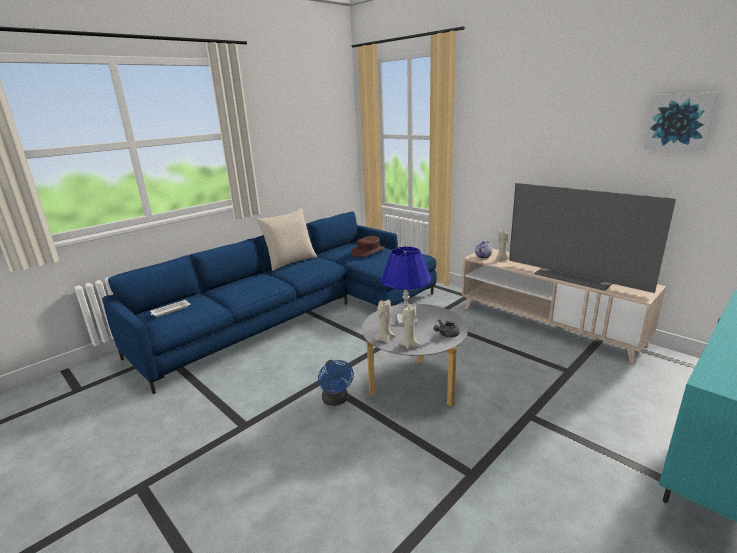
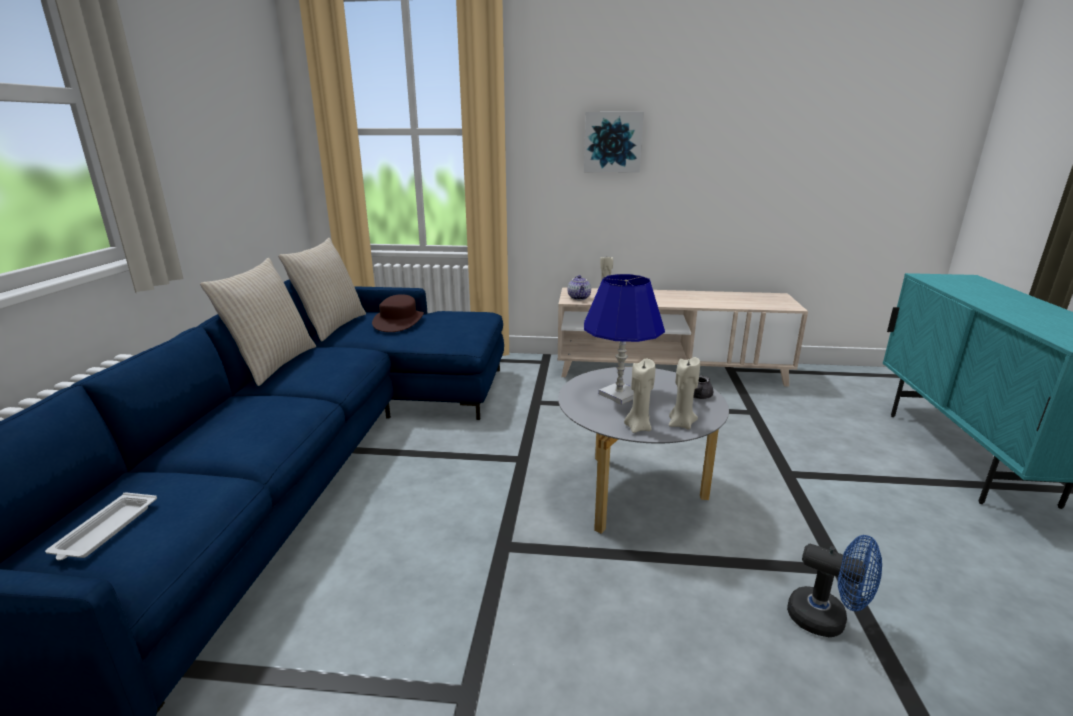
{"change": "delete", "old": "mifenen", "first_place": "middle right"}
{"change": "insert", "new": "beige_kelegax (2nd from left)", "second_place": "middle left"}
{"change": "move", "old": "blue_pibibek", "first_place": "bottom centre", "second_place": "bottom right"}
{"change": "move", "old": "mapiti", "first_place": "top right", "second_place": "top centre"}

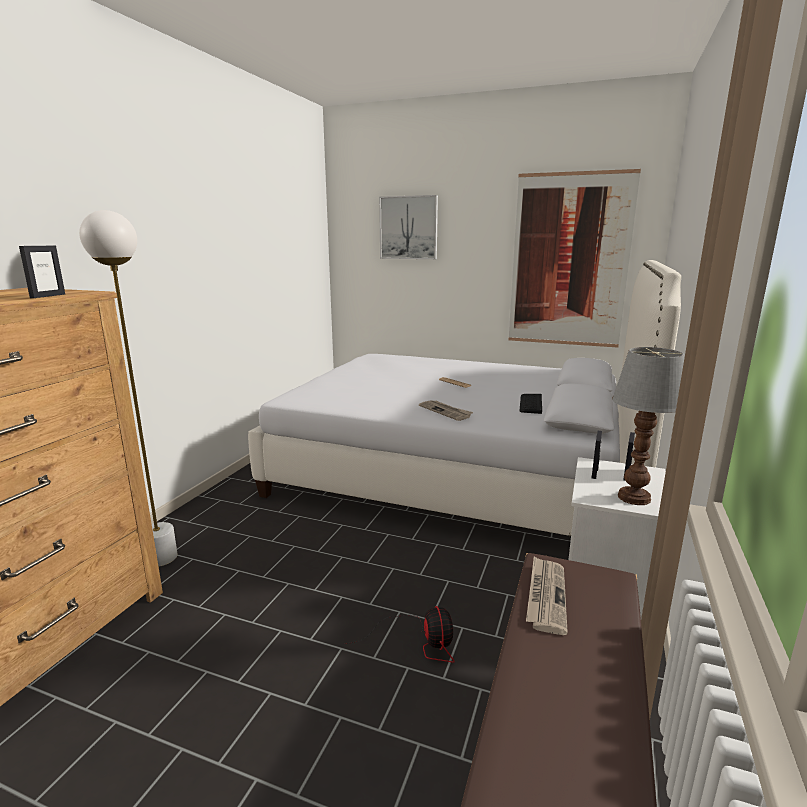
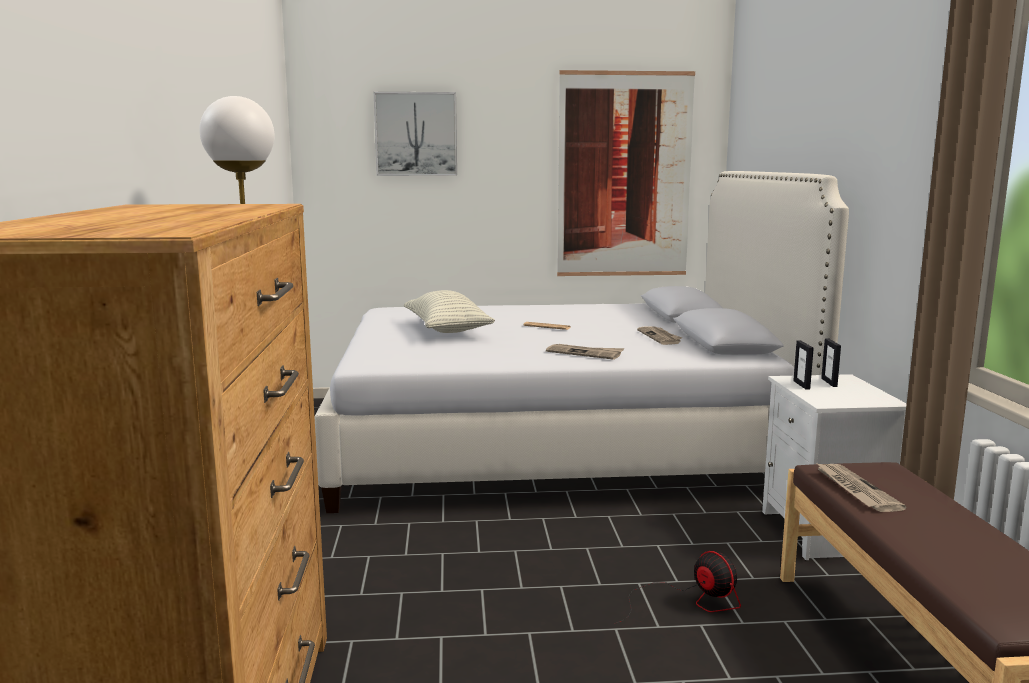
{"change": "delete", "old": "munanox (1st from left)", "first_place": "middle left"}
{"change": "delete", "old": "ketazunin", "first_place": "middle right"}
{"change": "insert", "new": "kelegax", "second_place": "centre"}
{"change": "replace", "old": "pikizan", "new": "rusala (3rd from left)", "first_place": "centre", "second_place": "centre"}

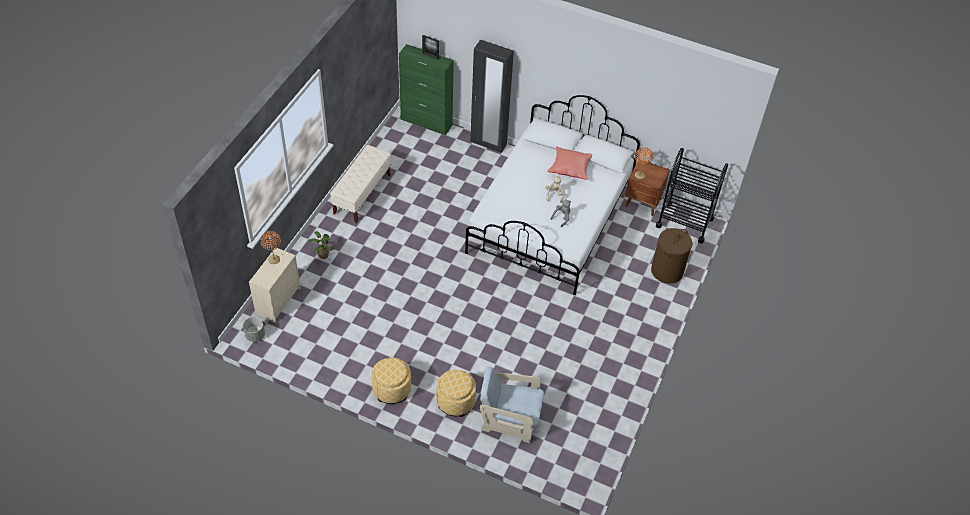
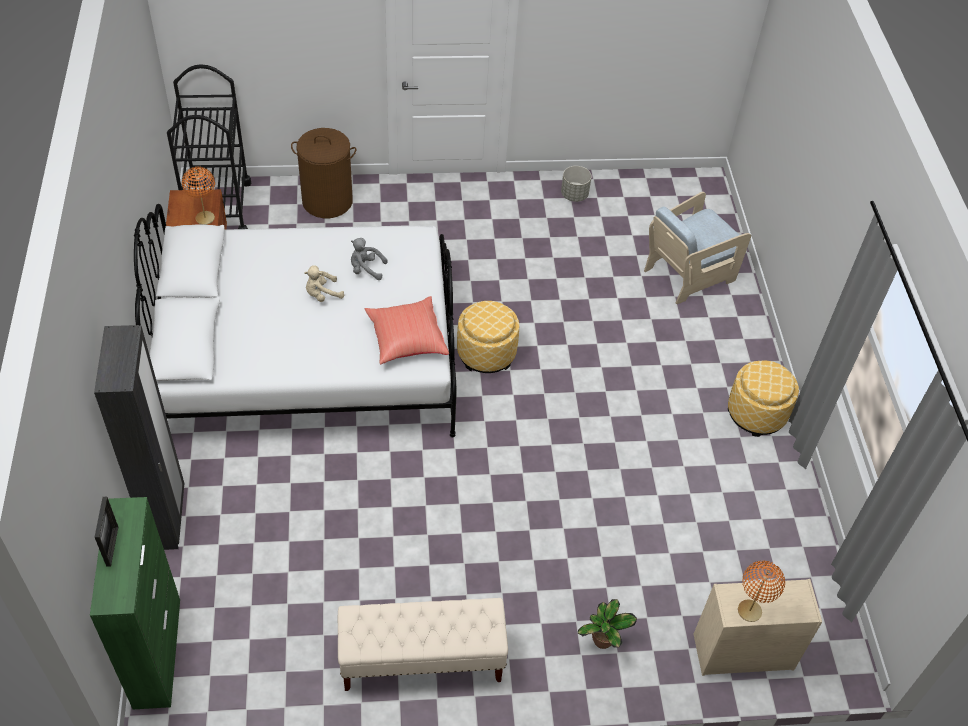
{"change": "move", "old": "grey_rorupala", "first_place": "middle left", "second_place": "top centre"}
{"change": "move", "old": "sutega (2nd from left in the first image)", "new": "sutega (1st from left)", "first_place": "bottom centre", "second_place": "centre"}
{"change": "move", "old": "red_kelegax", "first_place": "top centre", "second_place": "centre"}
{"change": "rotate", "old": "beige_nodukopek", "first_place": "bottom centre", "second_place": "middle right", "degrees": 75}

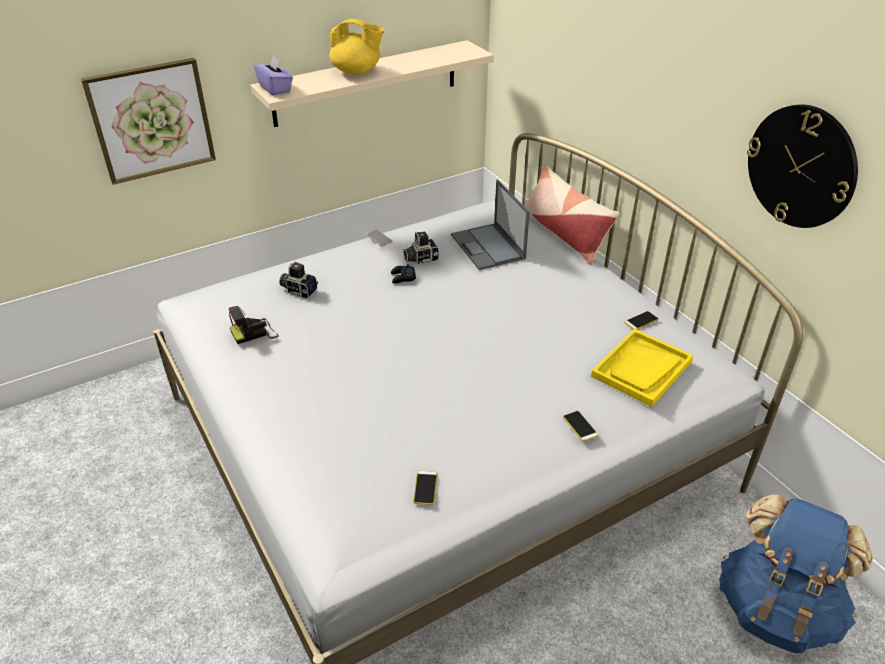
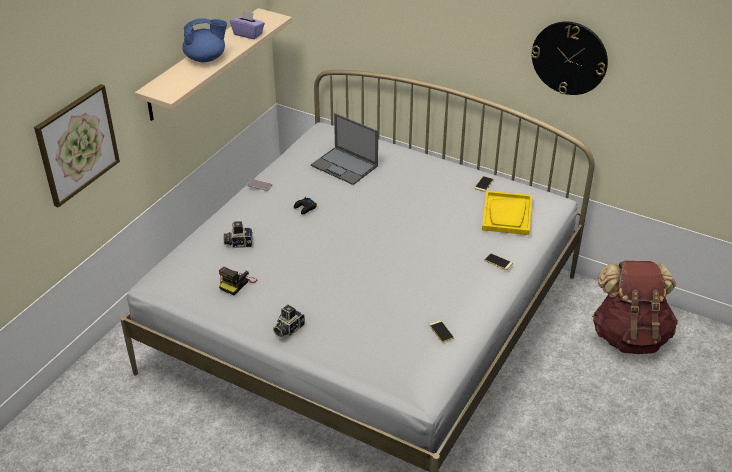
{"change": "delete", "old": "kelegax", "first_place": "top centre"}
{"change": "move", "old": "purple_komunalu", "first_place": "top left", "second_place": "top centre"}
{"change": "move", "old": "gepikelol (3rd from left)", "first_place": "centre", "second_place": "bottom centre"}
{"change": "recolor", "old": "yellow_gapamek", "new": "blue_gapamek", "first_place": "top centre", "second_place": "top left"}
{"change": "recolor", "old": "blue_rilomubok", "new": "brown_rilomubok", "first_place": "bottom right", "second_place": "middle right"}

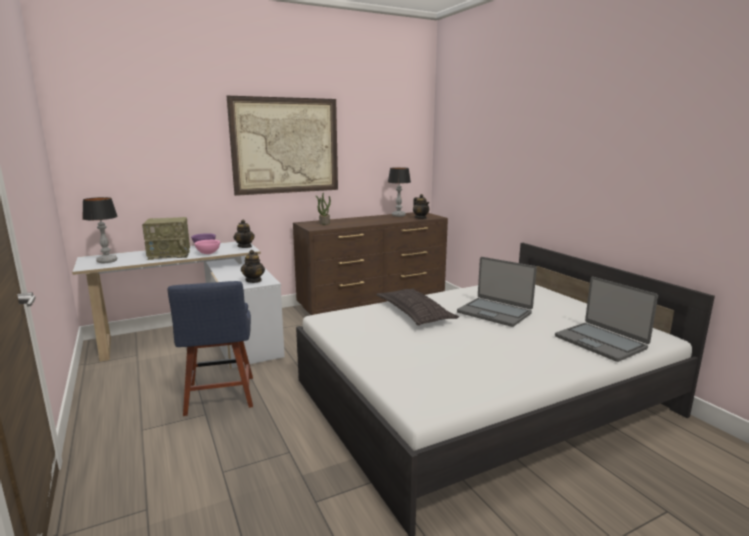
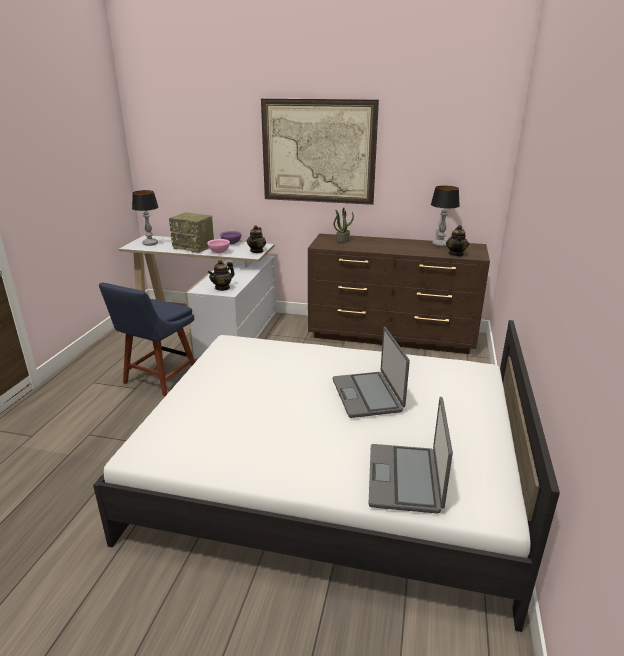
{"change": "delete", "old": "kelegax", "first_place": "centre"}

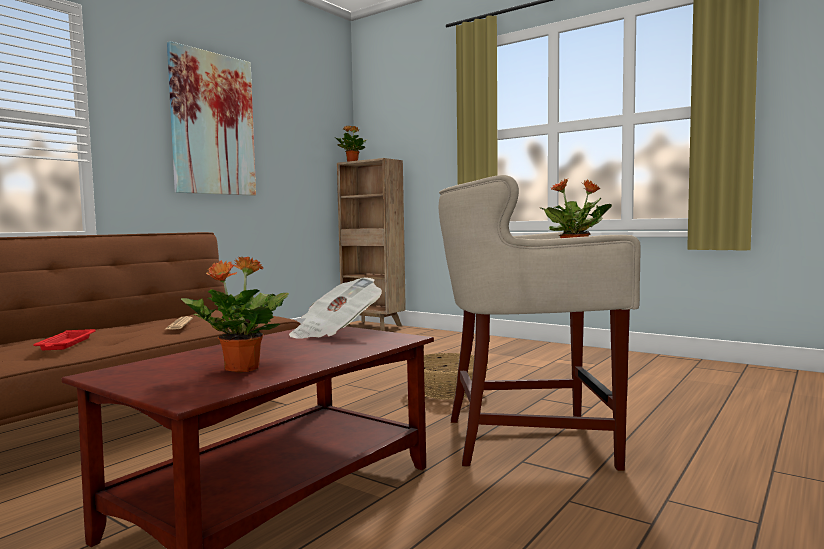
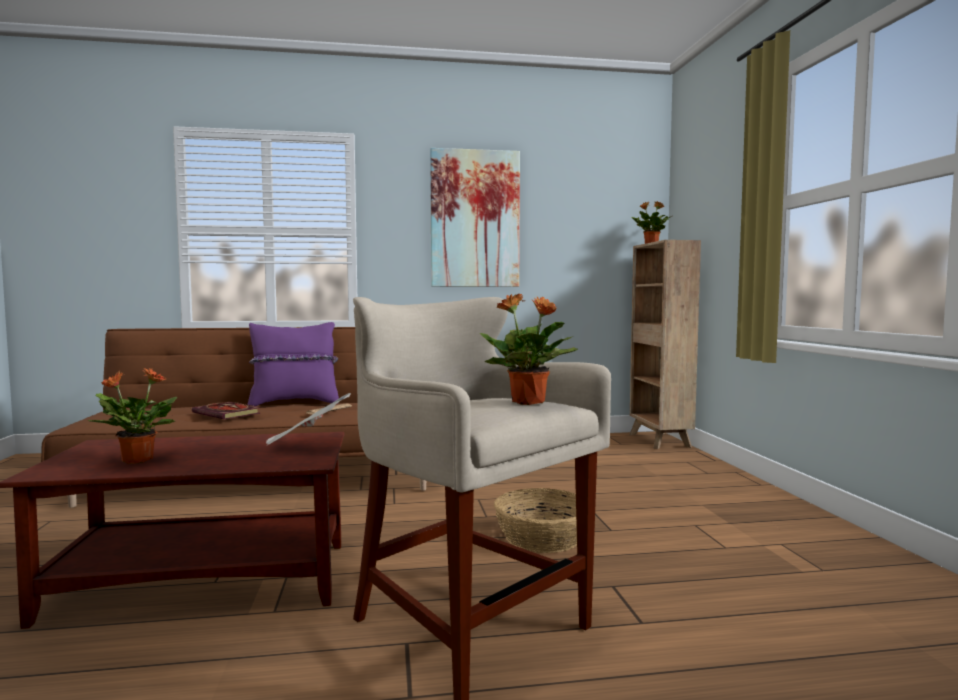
{"change": "insert", "new": "purple_kelegax", "second_place": "middle left"}
{"change": "replace", "old": "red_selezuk", "new": "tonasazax", "first_place": "middle left", "second_place": "middle left"}

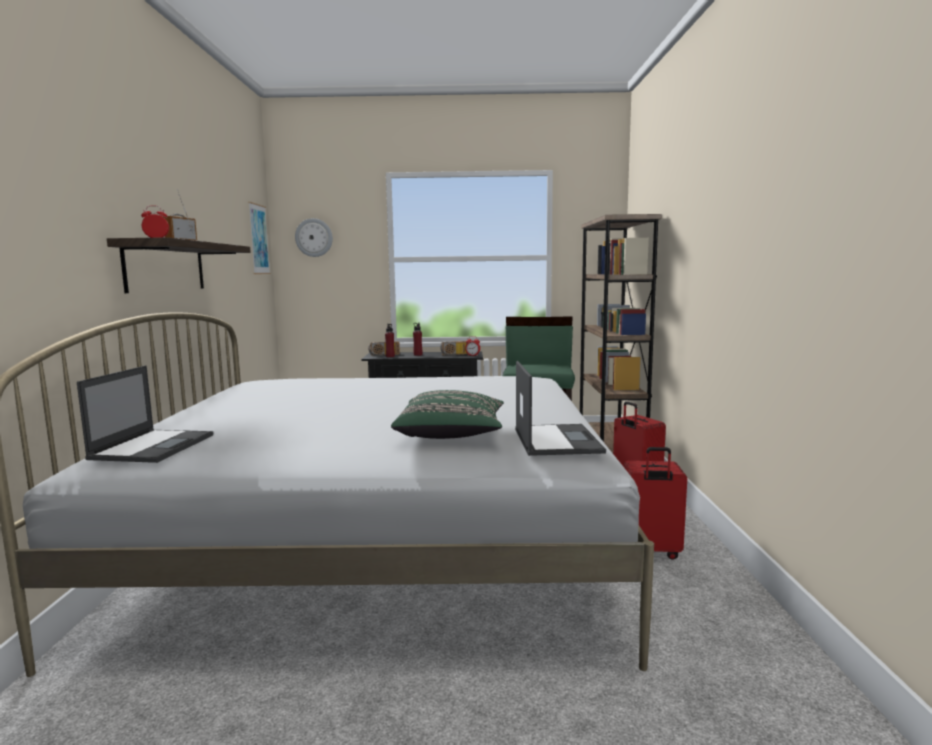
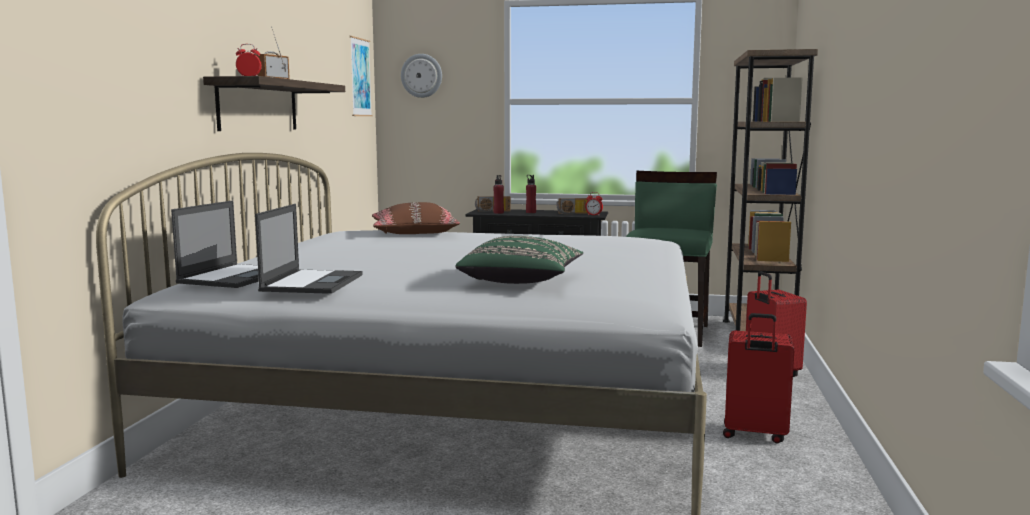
{"change": "insert", "new": "brown_kelegax", "second_place": "centre"}
{"change": "move", "old": "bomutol (2nd from left)", "first_place": "centre", "second_place": "middle left"}

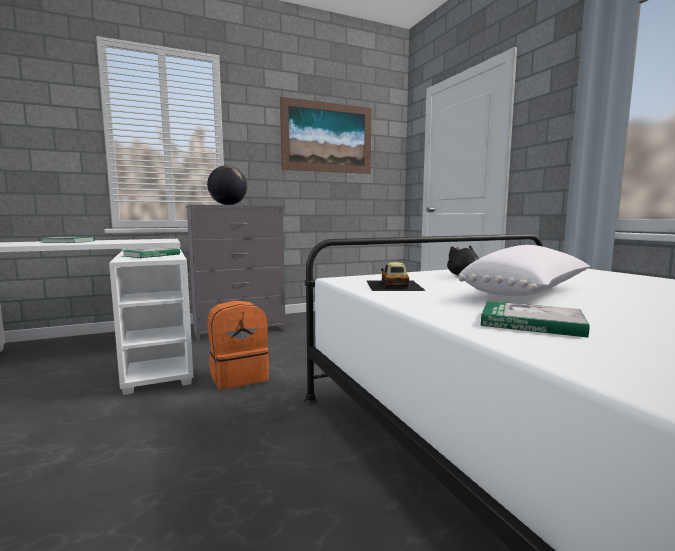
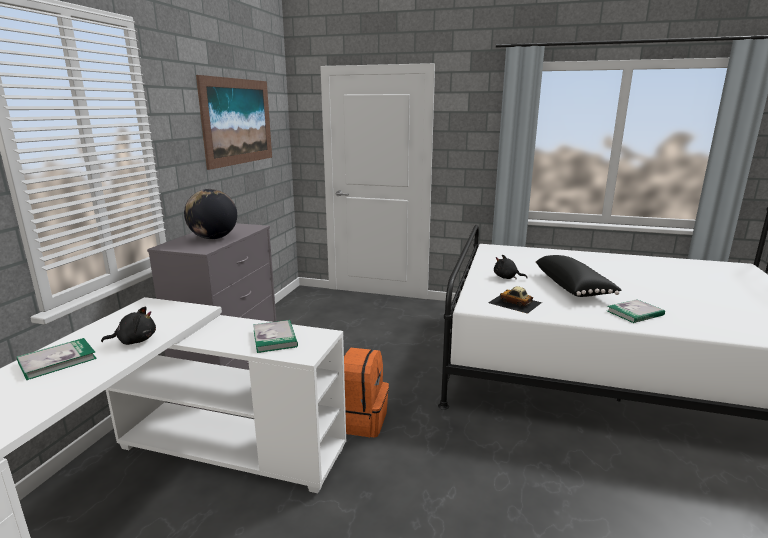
{"change": "insert", "new": "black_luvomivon (1st from left)", "second_place": "middle left"}
{"change": "recolor", "old": "white_kelegax", "new": "black_kelegax", "first_place": "middle right", "second_place": "middle right"}

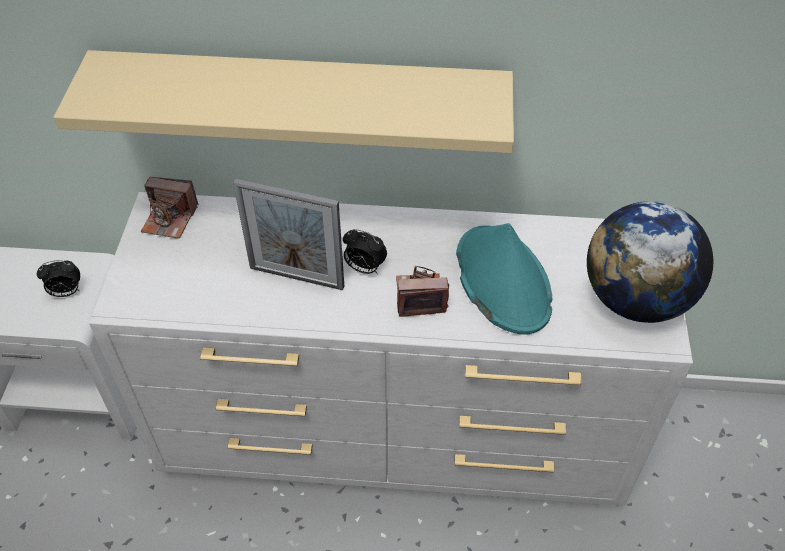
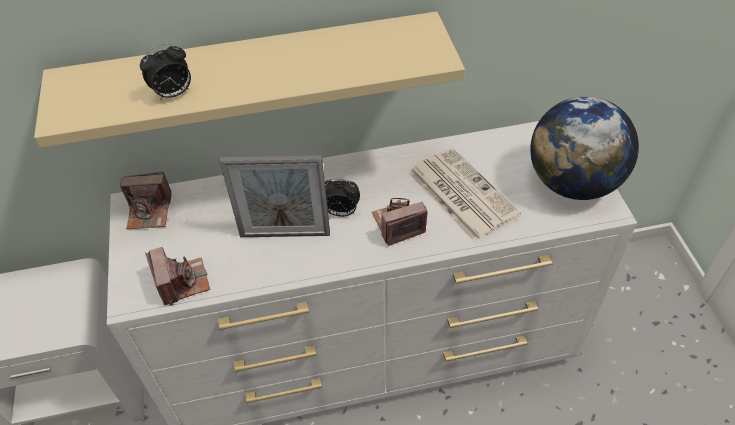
{"change": "insert", "new": "gepikelol (2nd from left)", "second_place": "middle left"}
{"change": "move", "old": "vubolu (1st from left)", "first_place": "middle left", "second_place": "top left"}
{"change": "replace", "old": "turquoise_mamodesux", "new": "rusala", "first_place": "centre", "second_place": "centre"}

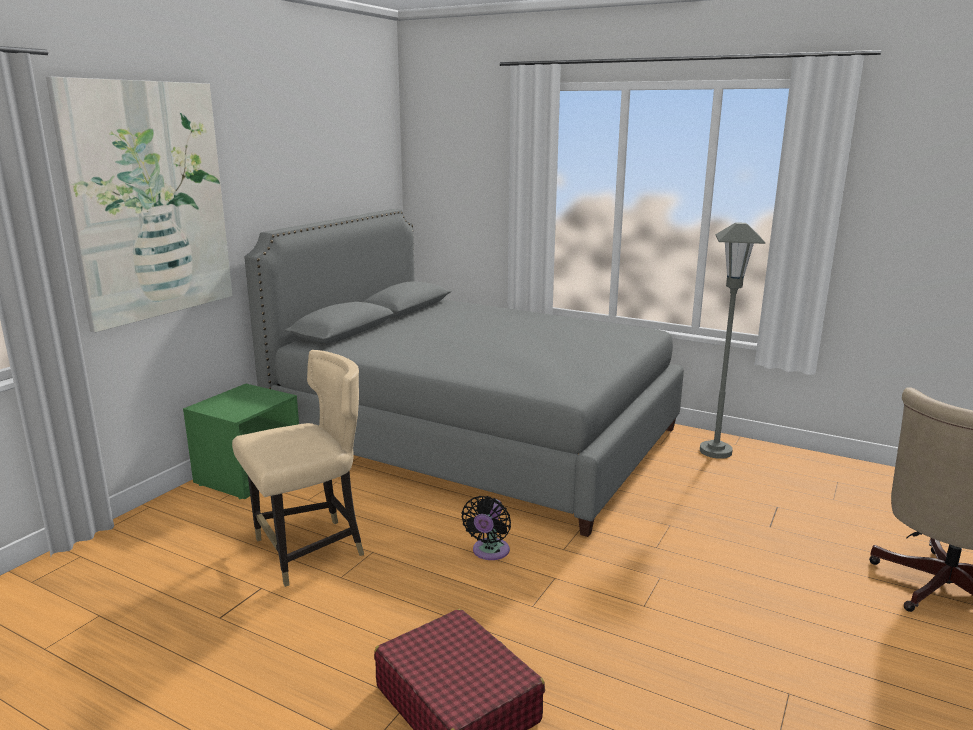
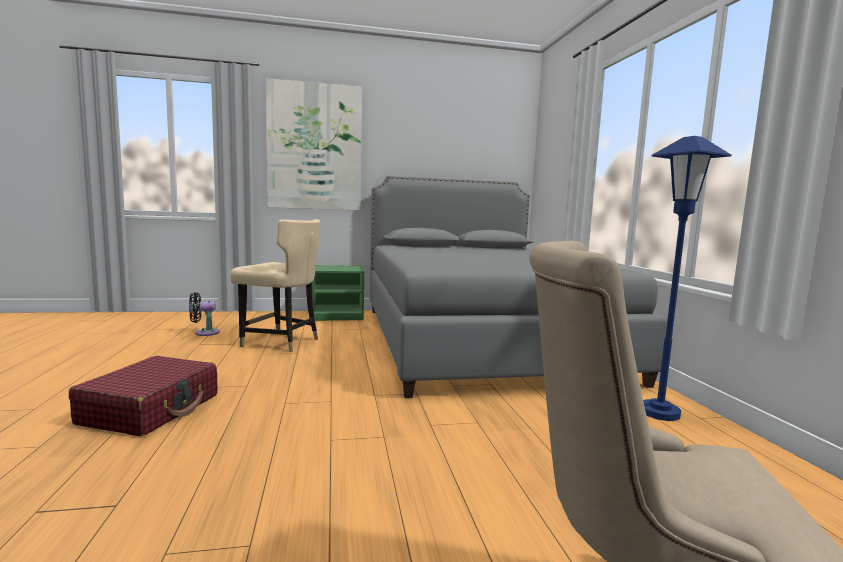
{"change": "move", "old": "black_pibibek", "first_place": "bottom centre", "second_place": "middle left"}
{"change": "recolor", "old": "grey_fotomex", "new": "blue_fotomex", "first_place": "middle right", "second_place": "middle right"}

